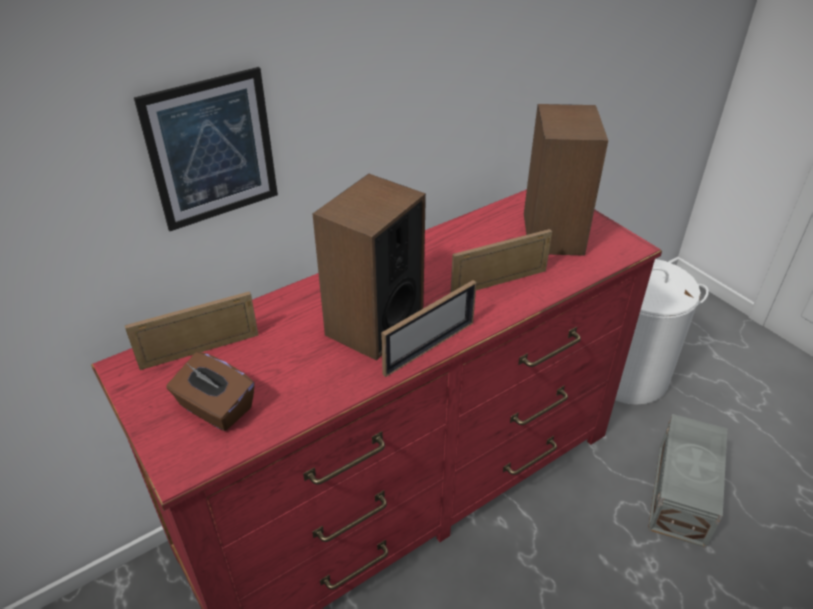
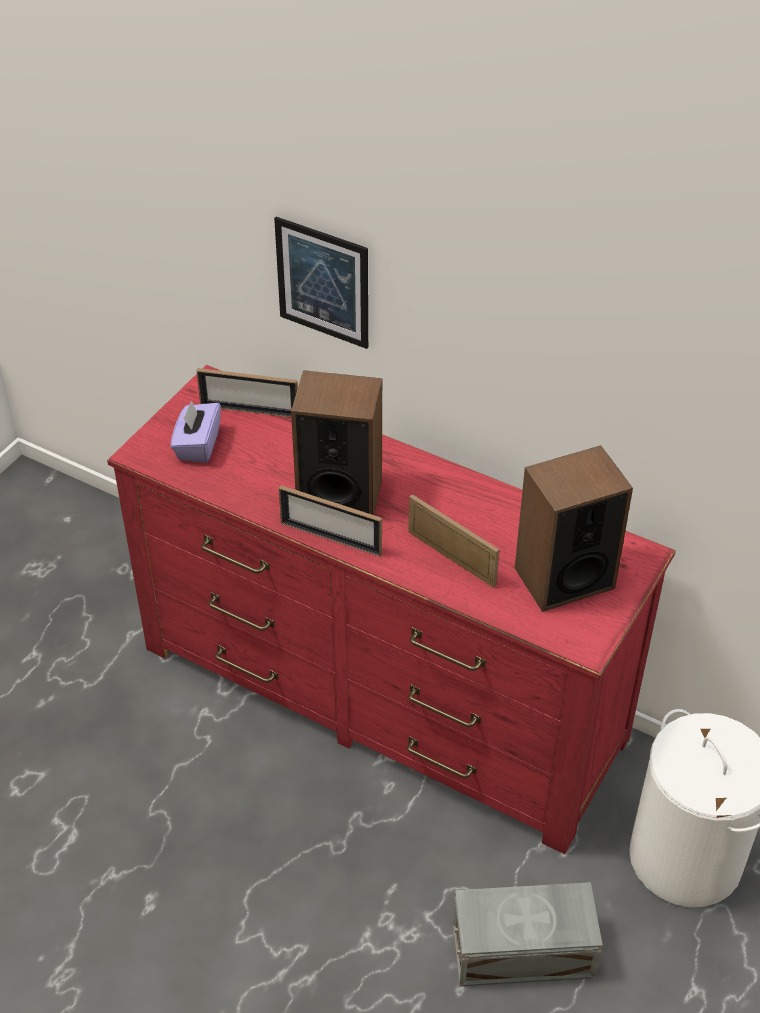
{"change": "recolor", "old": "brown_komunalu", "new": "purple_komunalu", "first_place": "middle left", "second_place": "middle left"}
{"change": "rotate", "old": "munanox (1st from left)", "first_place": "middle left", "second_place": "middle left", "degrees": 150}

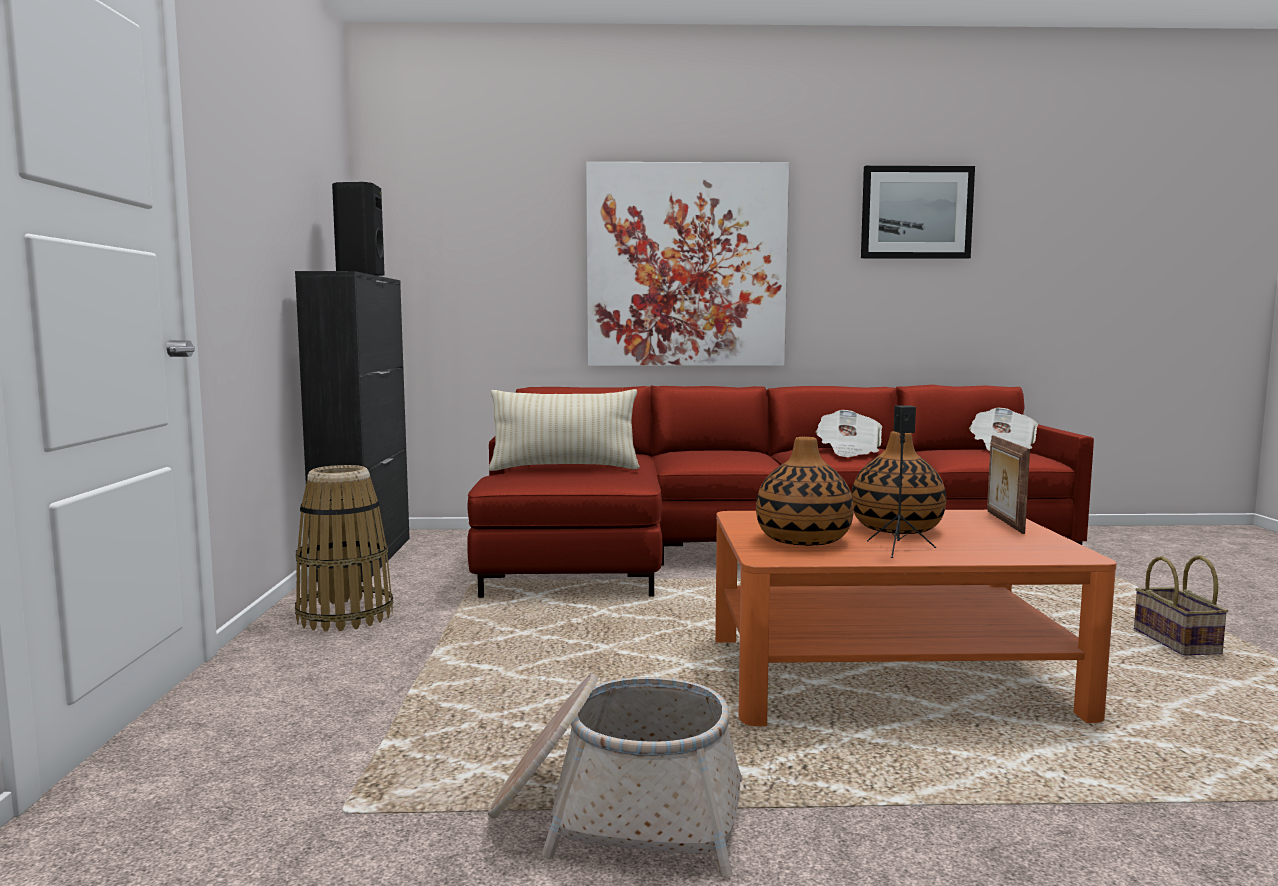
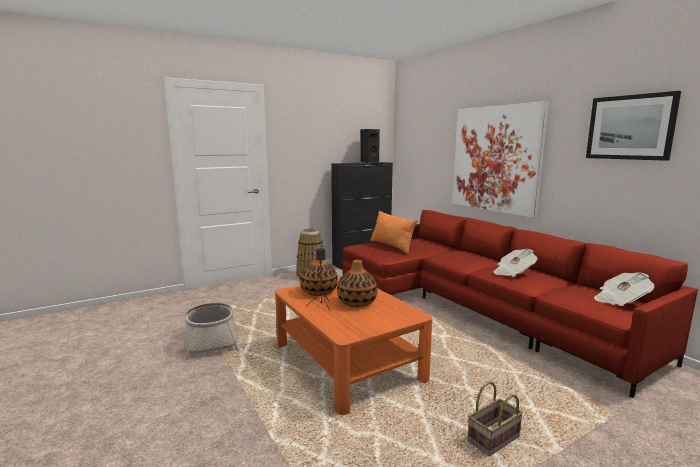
{"change": "delete", "old": "munanox", "first_place": "middle right"}
{"change": "recolor", "old": "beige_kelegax", "new": "orange_kelegax", "first_place": "centre", "second_place": "centre"}

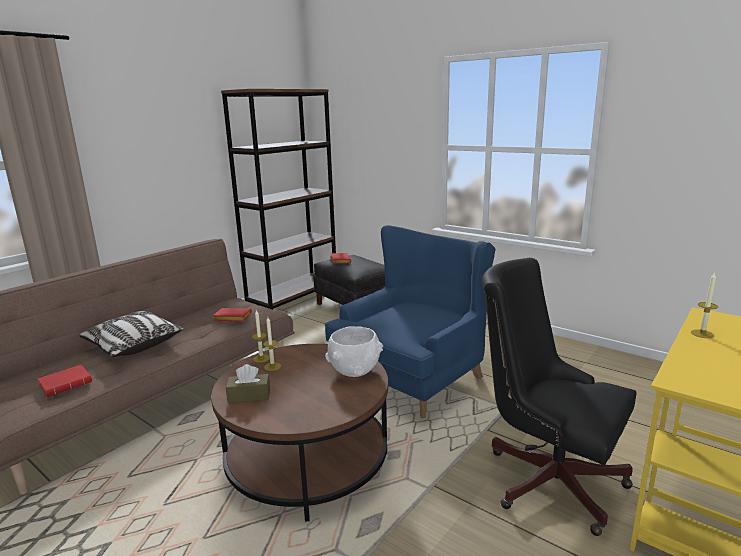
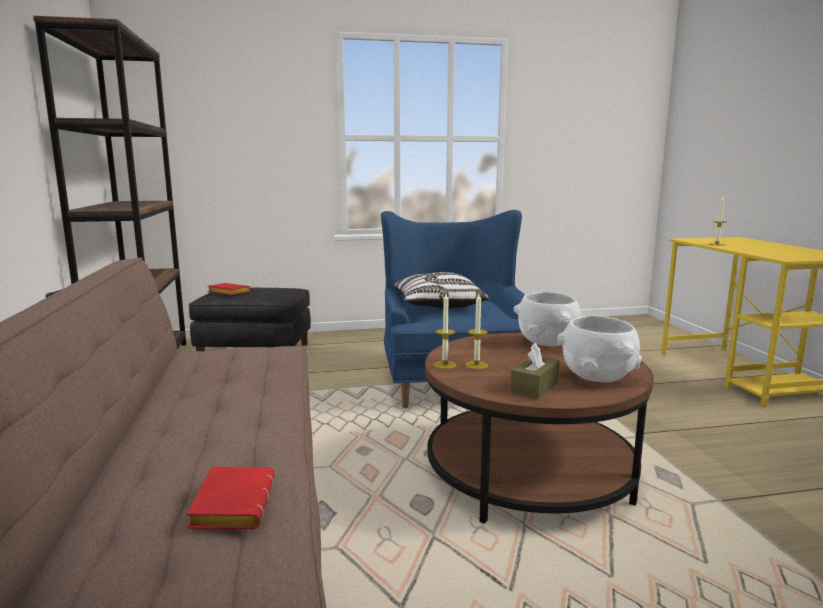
{"change": "delete", "old": "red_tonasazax (2nd from left)", "first_place": "middle left"}
{"change": "delete", "old": "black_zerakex", "first_place": "bottom right"}
{"change": "insert", "new": "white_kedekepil (2nd from left)", "second_place": "middle right"}
{"change": "move", "old": "kelegax", "first_place": "middle left", "second_place": "centre"}

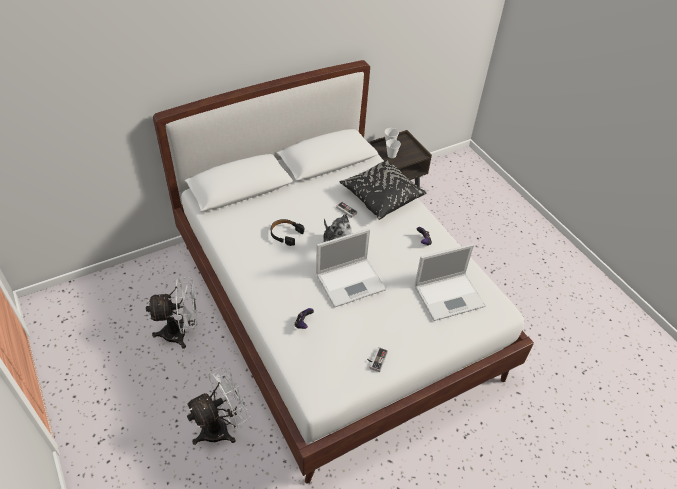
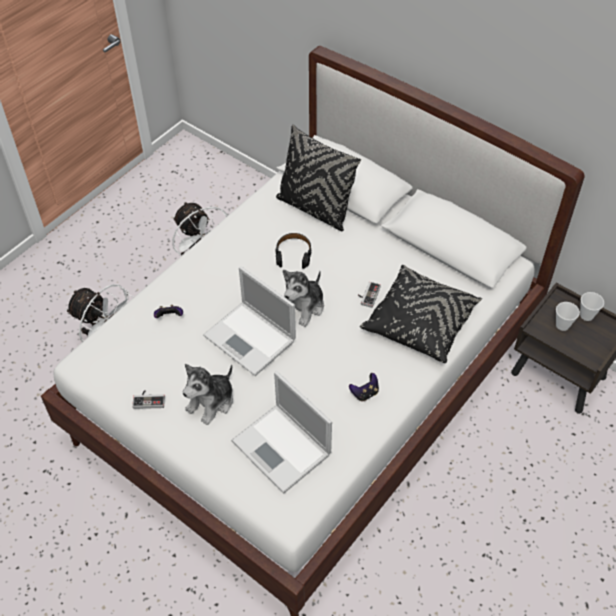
{"change": "insert", "new": "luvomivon (1st from left)", "second_place": "centre"}
{"change": "insert", "new": "black_kelegax (1st from left)", "second_place": "top centre"}

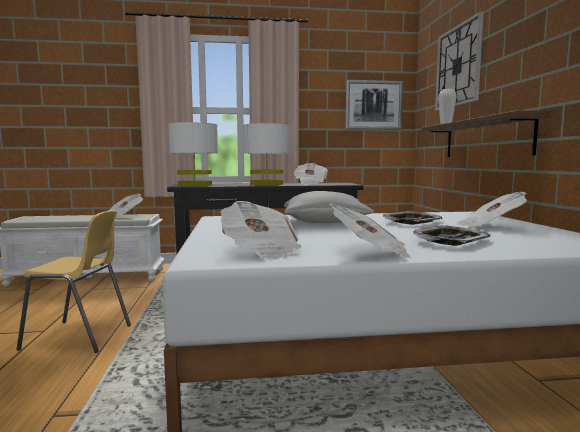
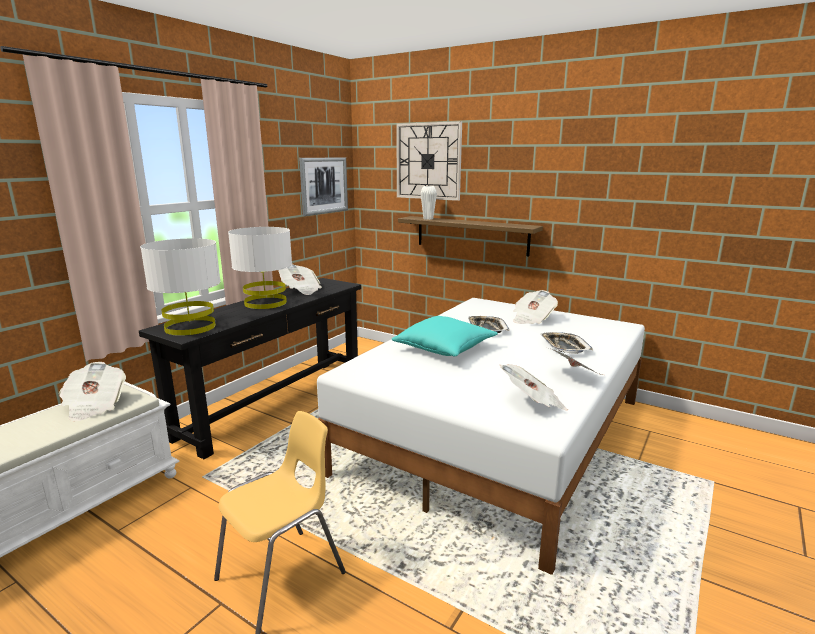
{"change": "recolor", "old": "grey_kelegax", "new": "turquoise_kelegax", "first_place": "centre", "second_place": "centre"}

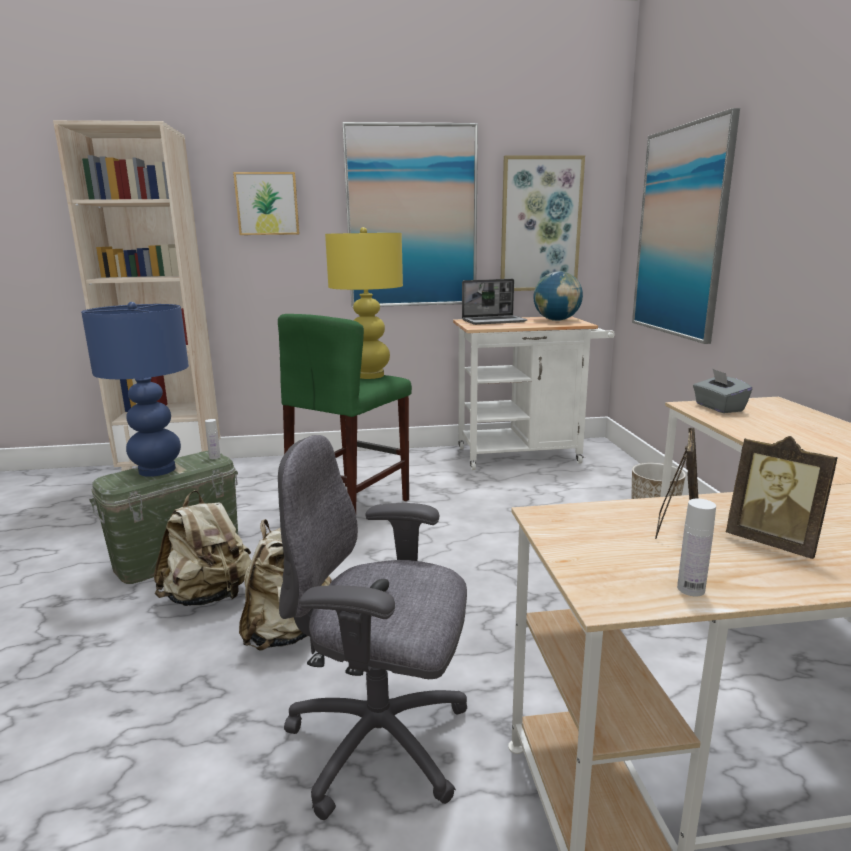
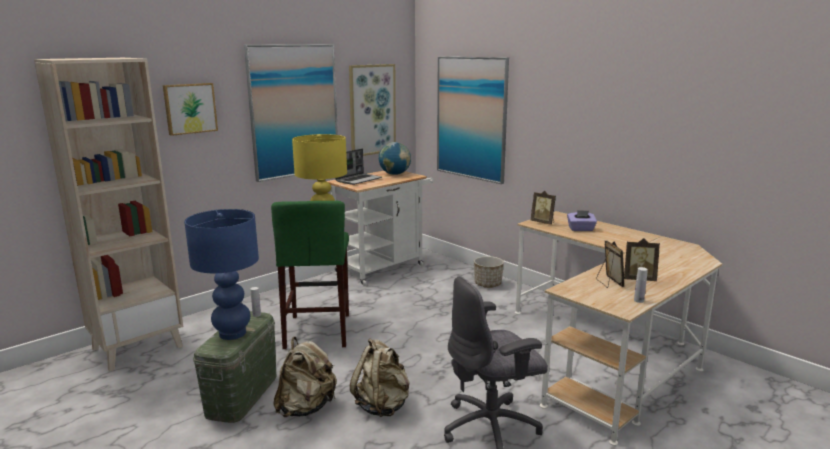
{"change": "insert", "new": "purple_komunalu", "second_place": "middle right"}
{"change": "replace", "old": "grey_komunalu", "new": "munanox (1st from left)", "first_place": "middle right", "second_place": "centre"}

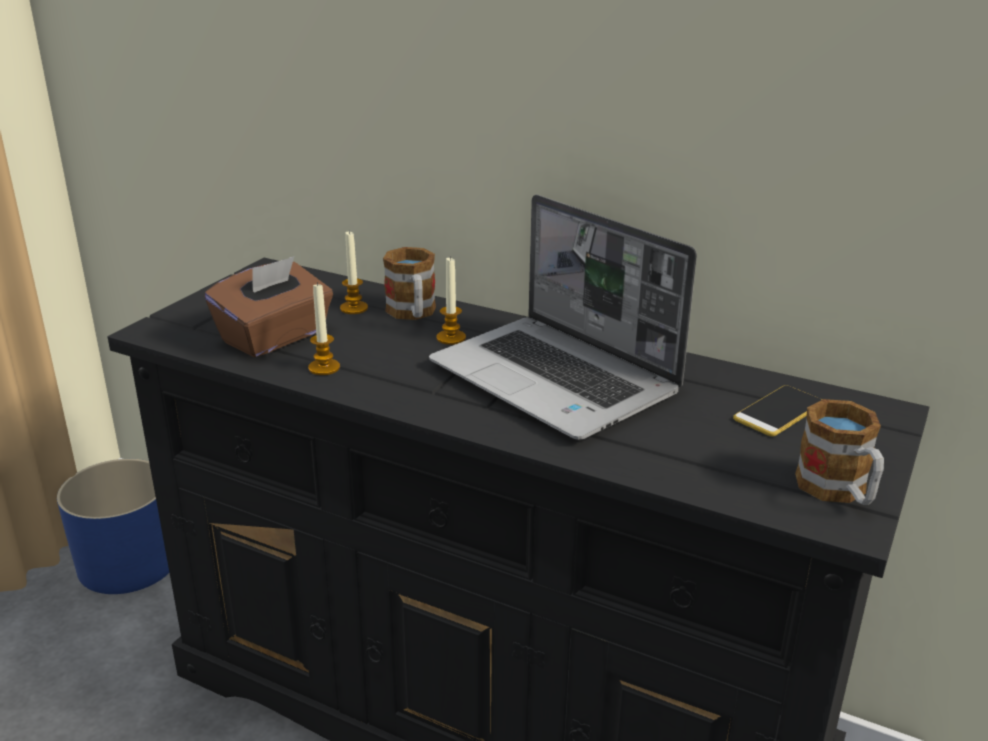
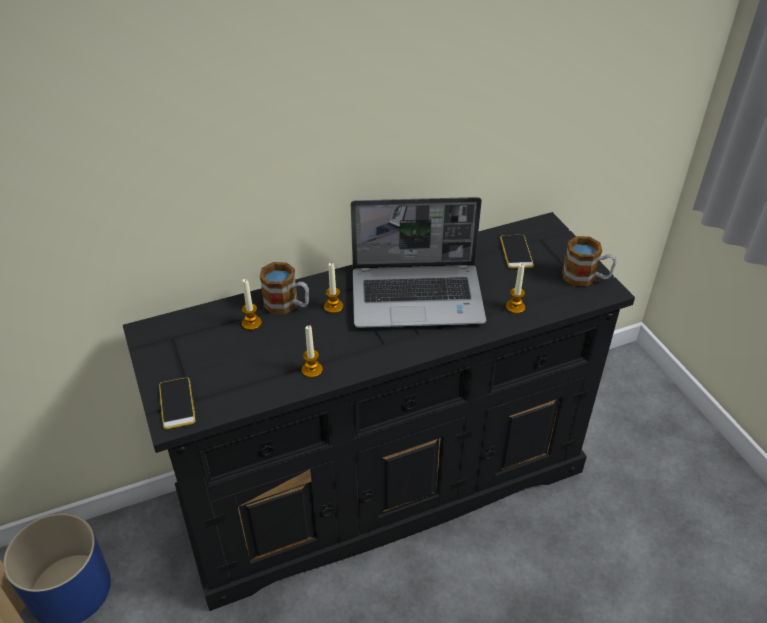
{"change": "delete", "old": "brown_komunalu", "first_place": "middle left"}
{"change": "insert", "new": "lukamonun (1st from left)", "second_place": "middle left"}
{"change": "insert", "new": "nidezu (4th from left)", "second_place": "middle right"}

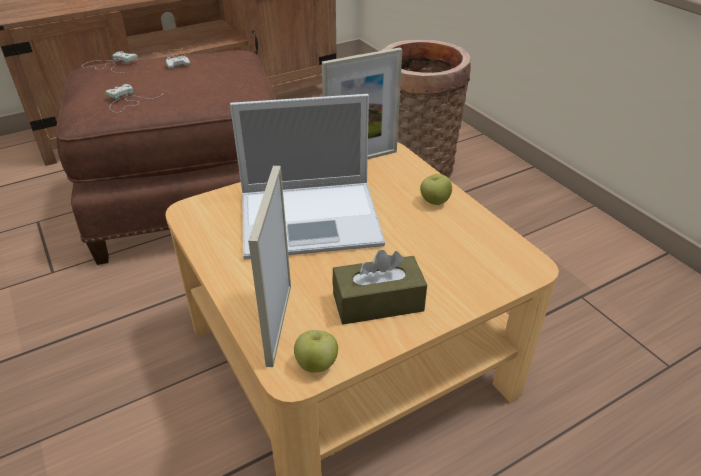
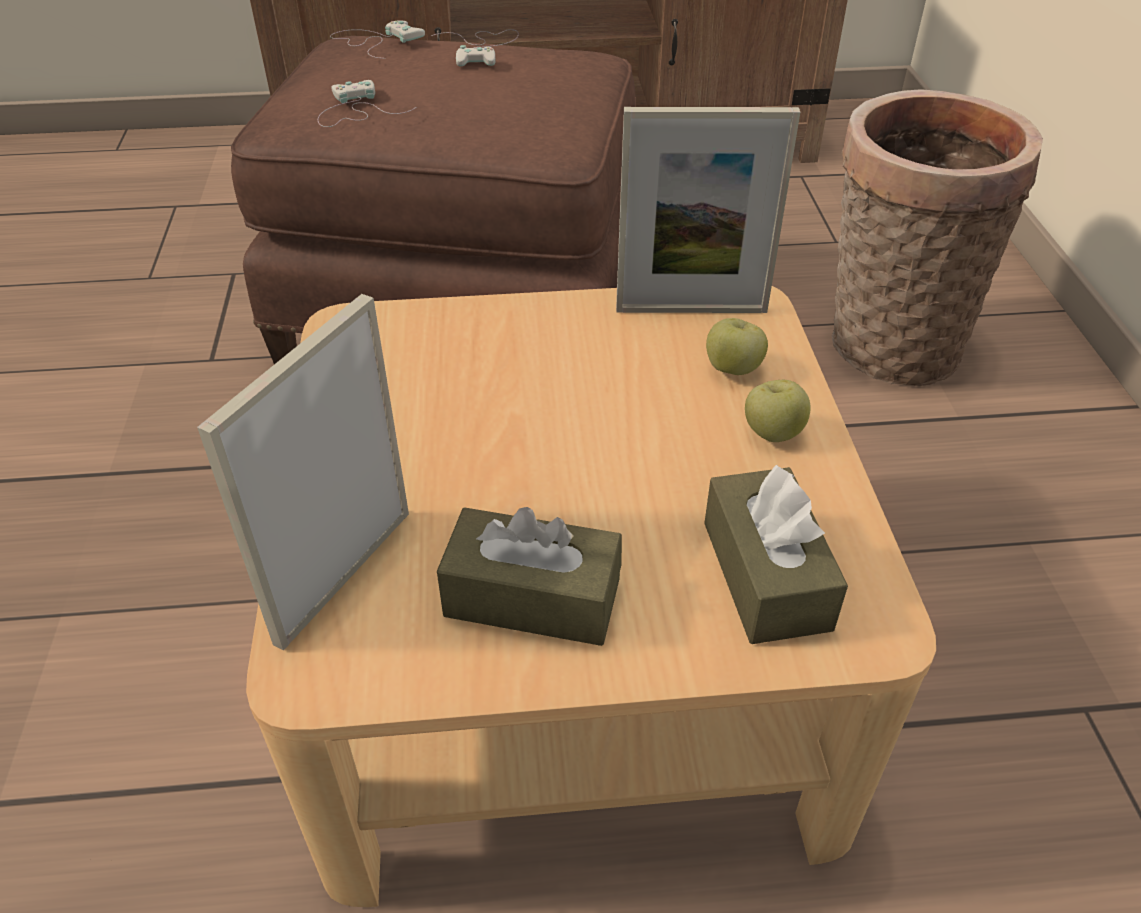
{"change": "delete", "old": "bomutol", "first_place": "centre"}
{"change": "insert", "new": "brown_komunalu (2nd from left)", "second_place": "middle right"}
{"change": "move", "old": "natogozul (1st from left)", "first_place": "bottom centre", "second_place": "centre"}

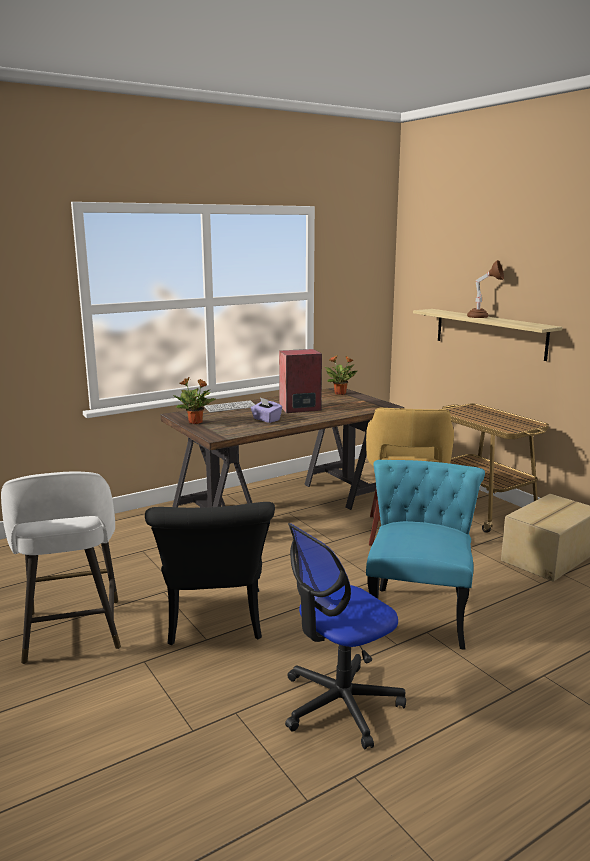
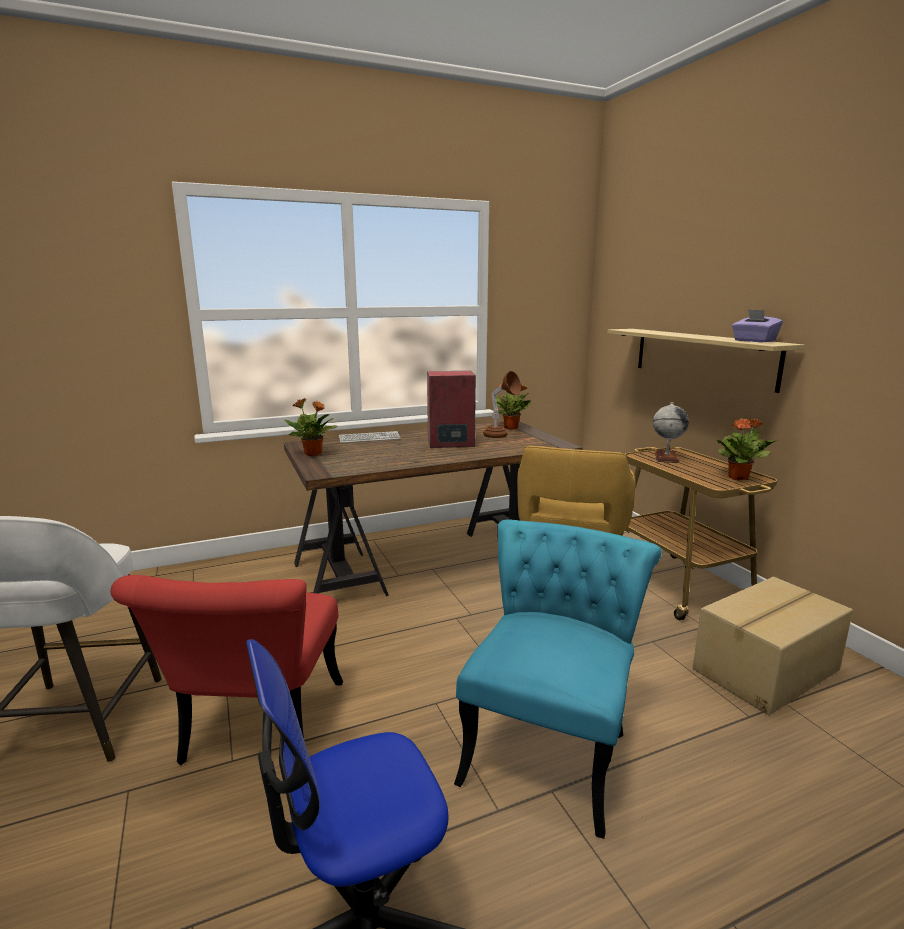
{"change": "insert", "new": "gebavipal", "second_place": "middle right"}
{"change": "insert", "new": "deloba (3rd from left)", "second_place": "middle right"}
{"change": "move", "old": "purple_komunalu", "first_place": "centre", "second_place": "middle right"}
{"change": "move", "old": "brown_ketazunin", "first_place": "middle right", "second_place": "centre"}
{"change": "recolor", "old": "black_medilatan", "new": "red_medilatan", "first_place": "centre", "second_place": "bottom left"}

